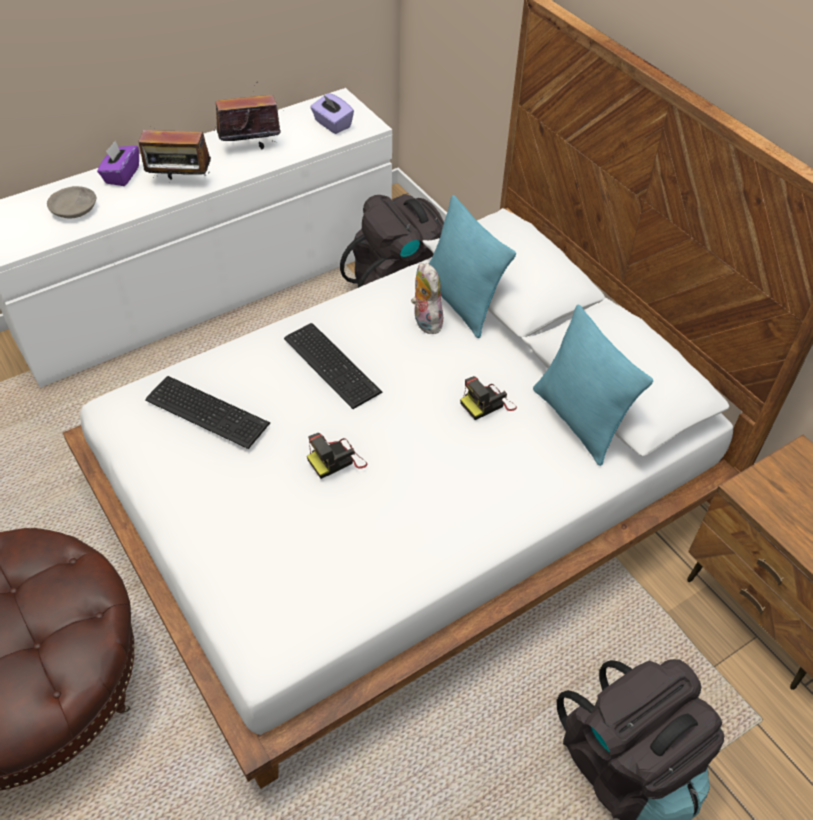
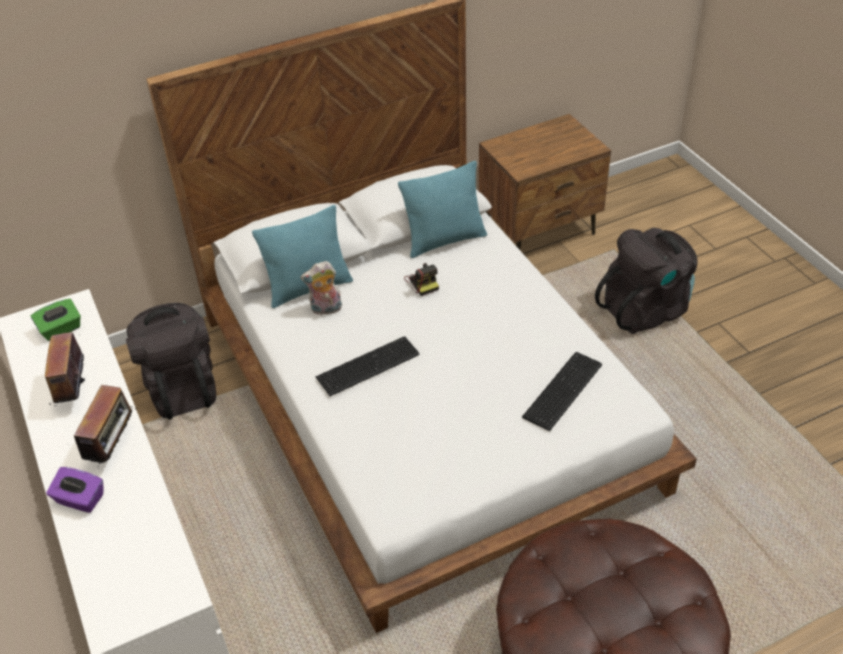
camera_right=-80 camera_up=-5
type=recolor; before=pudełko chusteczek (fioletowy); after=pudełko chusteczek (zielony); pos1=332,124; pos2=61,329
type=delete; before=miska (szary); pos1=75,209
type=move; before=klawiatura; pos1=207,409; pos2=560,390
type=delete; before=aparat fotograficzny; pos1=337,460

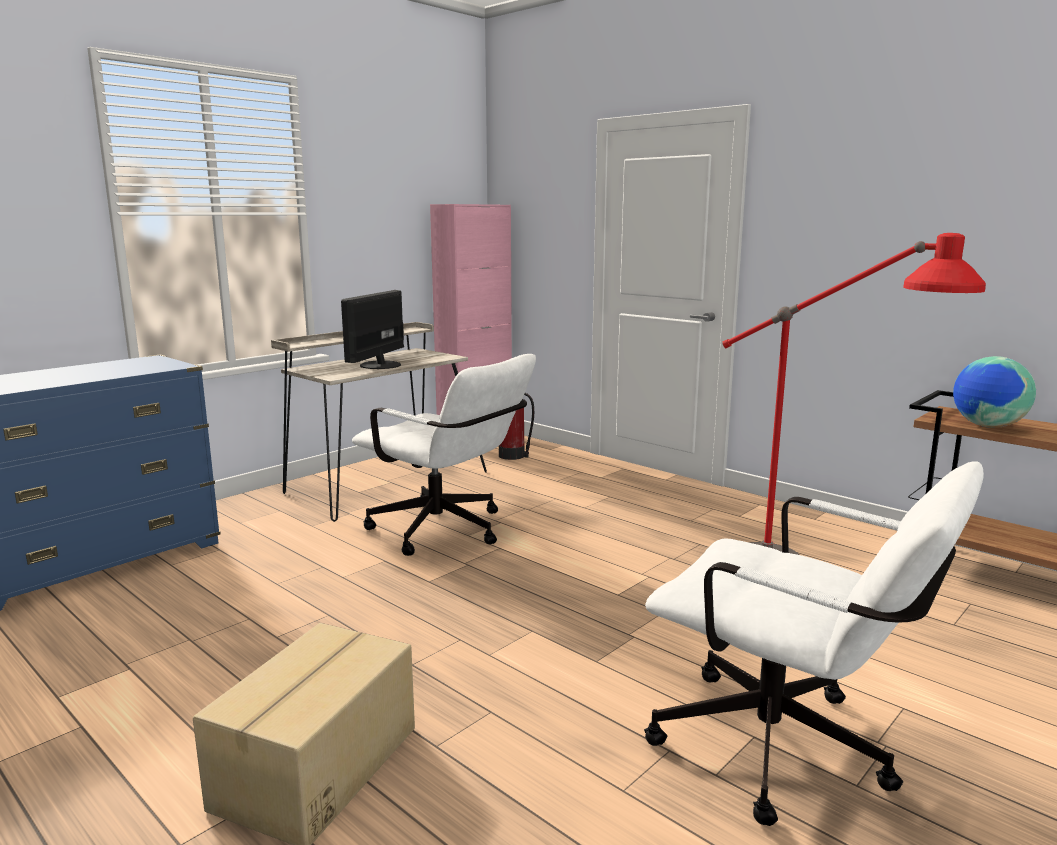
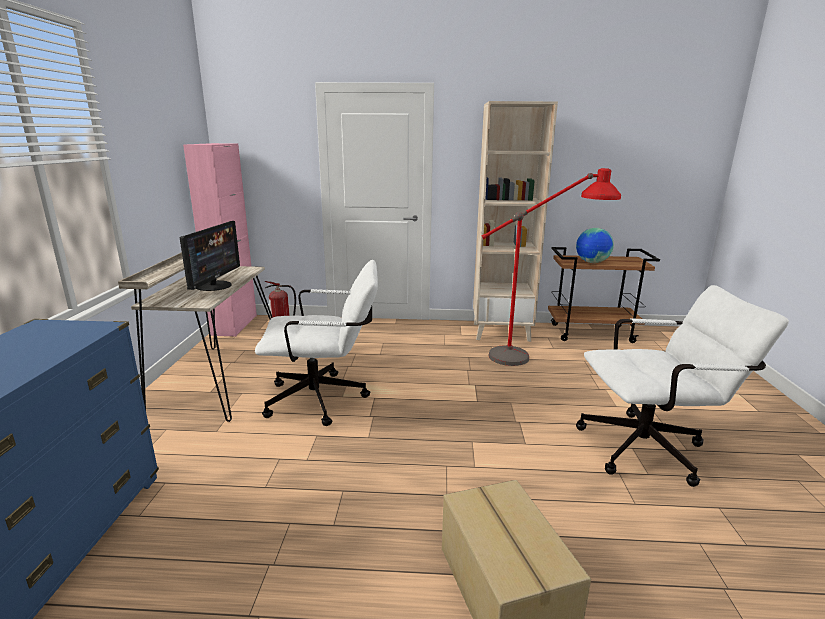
camera_right=-40 camera_up=5
type=rotate; before=monitor; pos1=379,365; pos2=214,285; turn=-150
type=insert; after=regał (beżowy); pos2=501,332

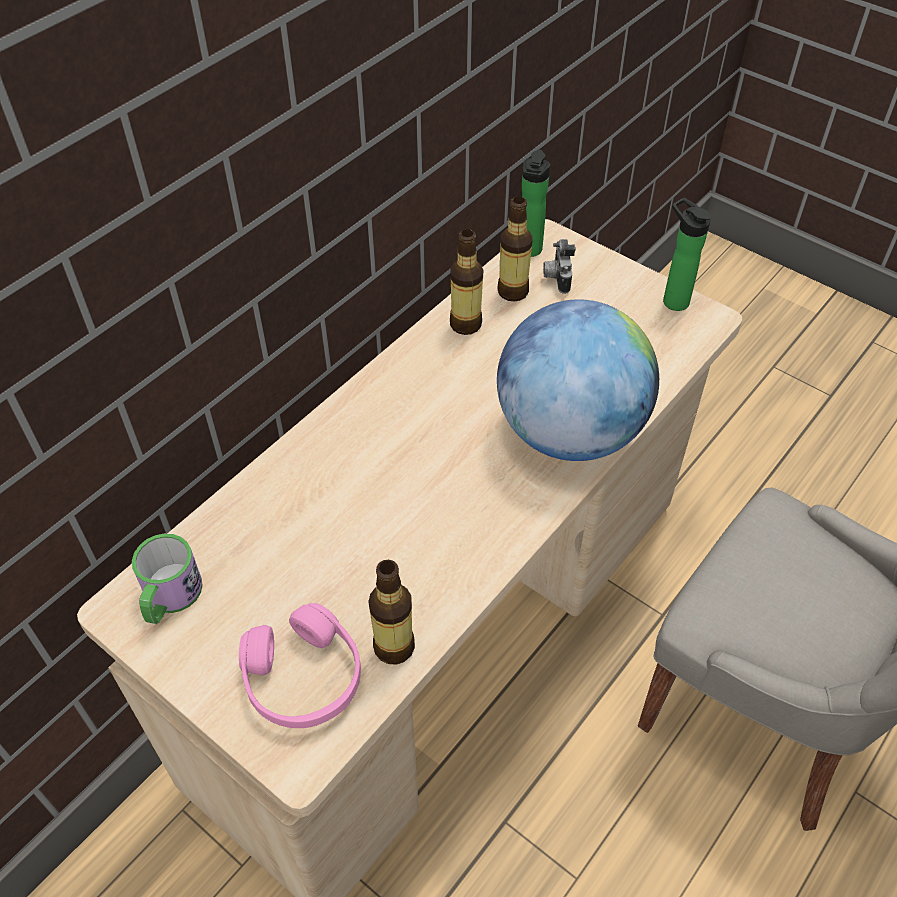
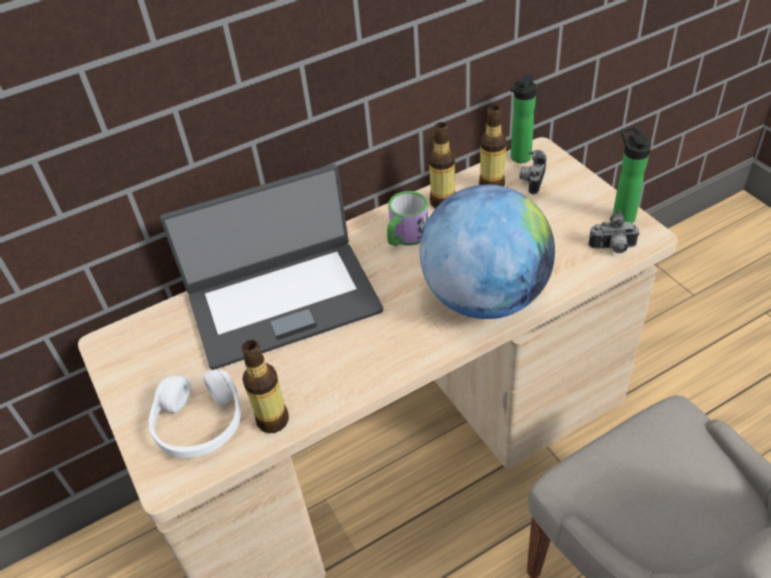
camera_right=25 camera_up=-5
type=move; before=kubek; pos1=169,598; pos2=405,237
type=recolor; before=słuchawki (różowy); after=słuchawki (biały); pos1=303,677; pos2=199,423
type=insert; after=laptop; pos2=283,302
type=insert; after=aparat fotograficzny; pos2=612,248

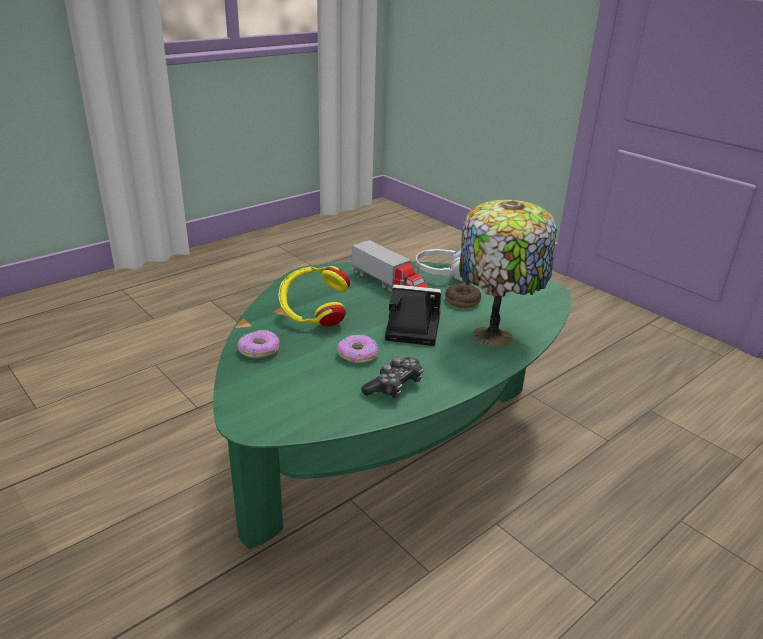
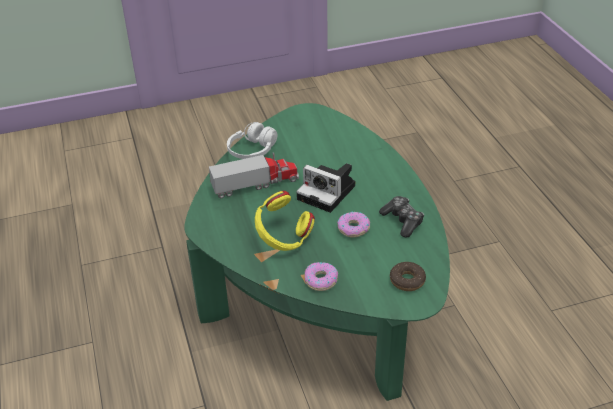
camera_right=-65 camera_up=10
type=delete; before=lampa stołowa; pos1=496,335
type=rotate; before=aparat fotograficzny; pos1=410,328; pos2=328,193; turn=-90
type=move; before=donut; pos1=462,301; pos2=407,280

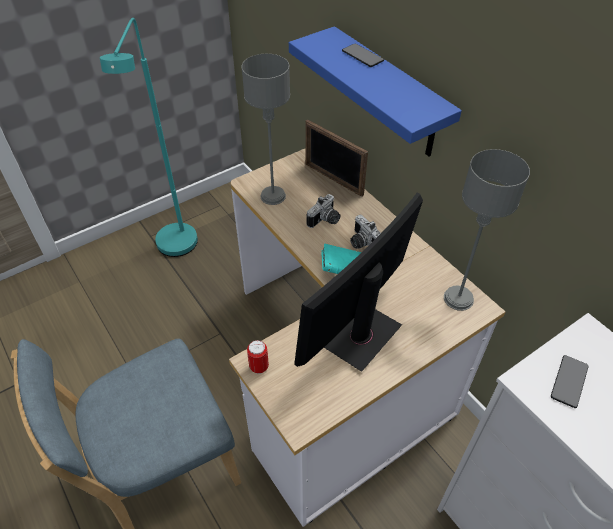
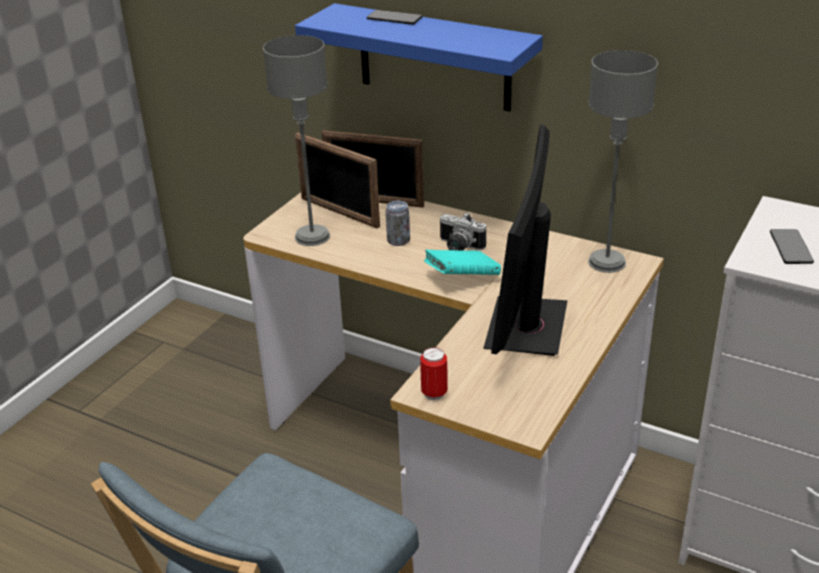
camera_right=-25 camera_up=-15
type=delete; before=lampa stojąca (turkusowy); pos1=176,250
type=replace; before=aparat fotograficzny; after=puszka; pos1=325,221; pos2=398,240
type=insert; after=ramka na zdjęcie; pos2=339,212

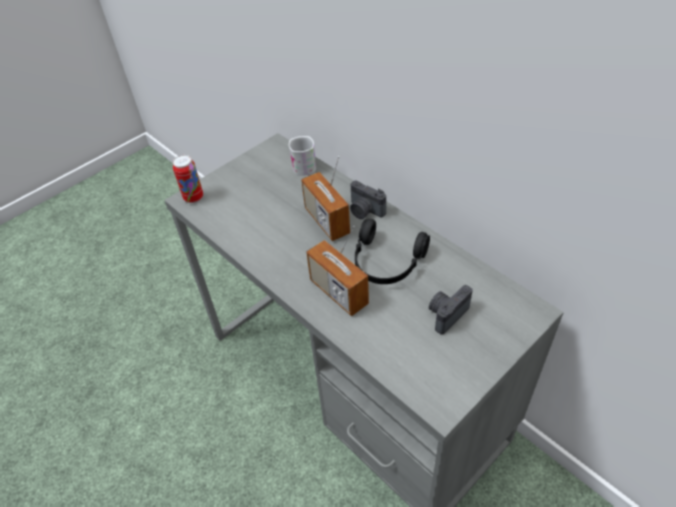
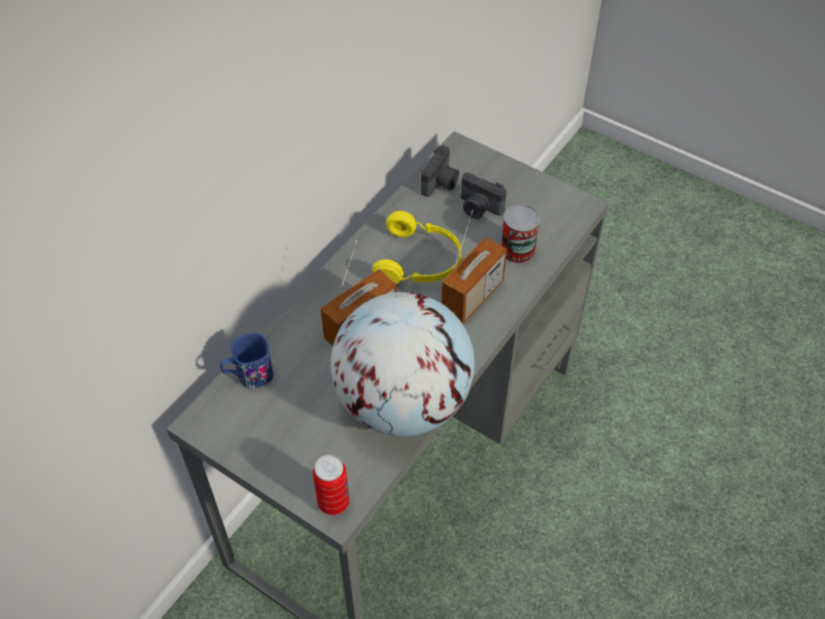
camera_right=-105 camera_up=5
type=recolor; before=kubek (biały); after=kubek (niebieski); pos1=303,165; pos2=249,376
type=move; before=aparat fotograficzny; pos1=364,211; pos2=441,183
type=recolor; before=słuchawki (czarny); after=słuchawki (żółty); pos1=386,263; pos2=419,262
type=insert; after=puszka; pos2=517,250
type=insert; after=globus; pos2=402,402

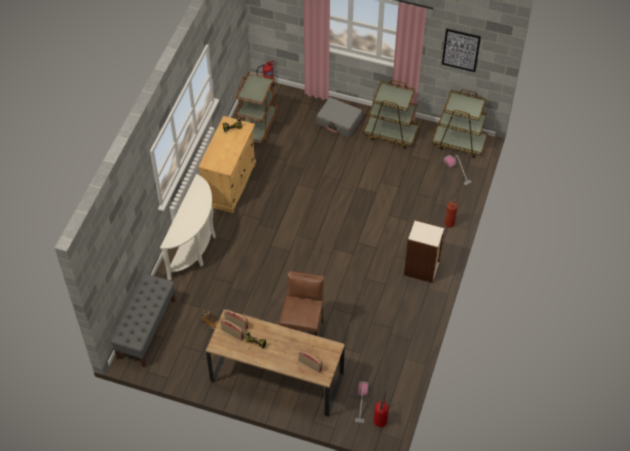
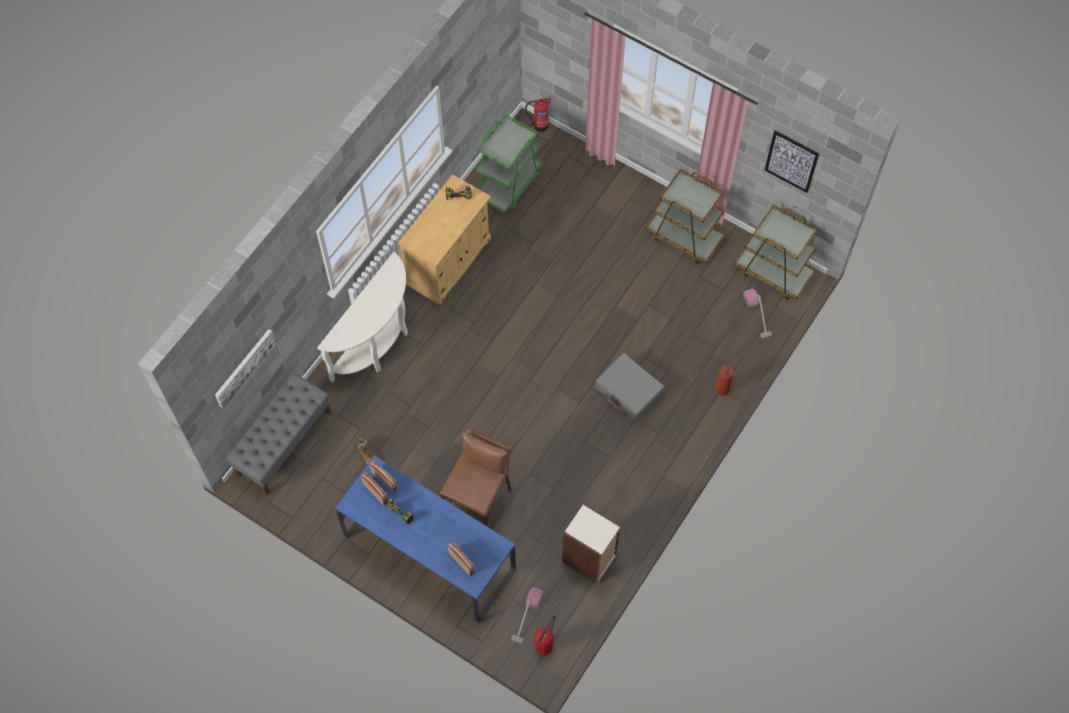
camera_right=15 camera_up=10
type=recolor; before=wózek (brązowy); after=wózek (zielony); pos1=257,126; pos2=509,184
type=move; before=walizka (szary); pos1=339,121; pos2=629,391
type=move; before=regał; pos1=422,269; pos2=589,558
type=recolor; before=biurko (brązowy); after=biurko (niebieski); pos1=277,378; pos2=429,553
type=insert; after=obraz; pos2=244,367

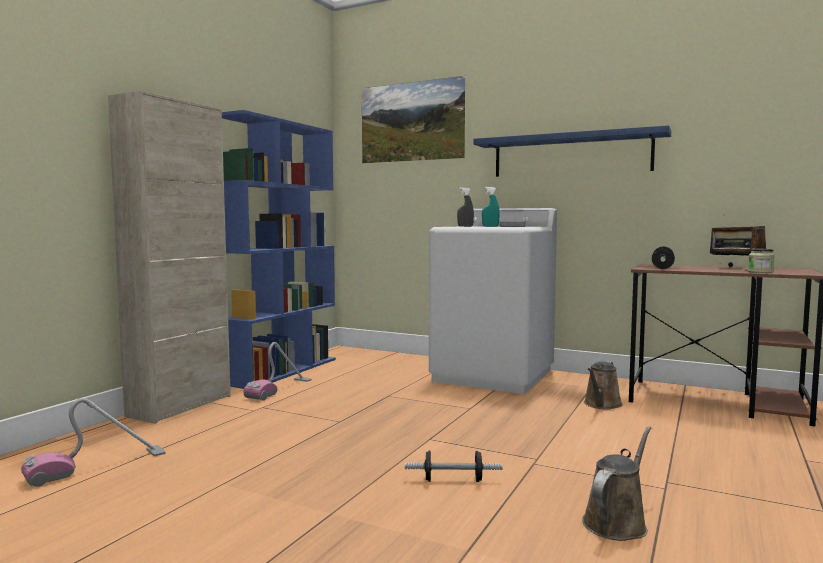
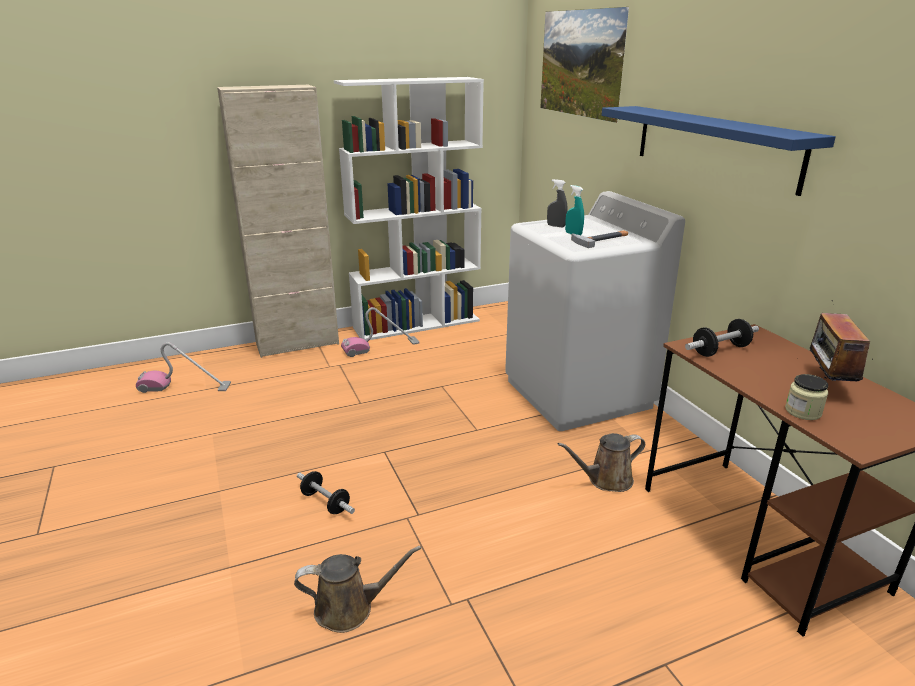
camera_right=40 camera_up=20
type=recolor; before=regał (niebieski); after=regał (biały); pos1=282,371; pos2=417,324

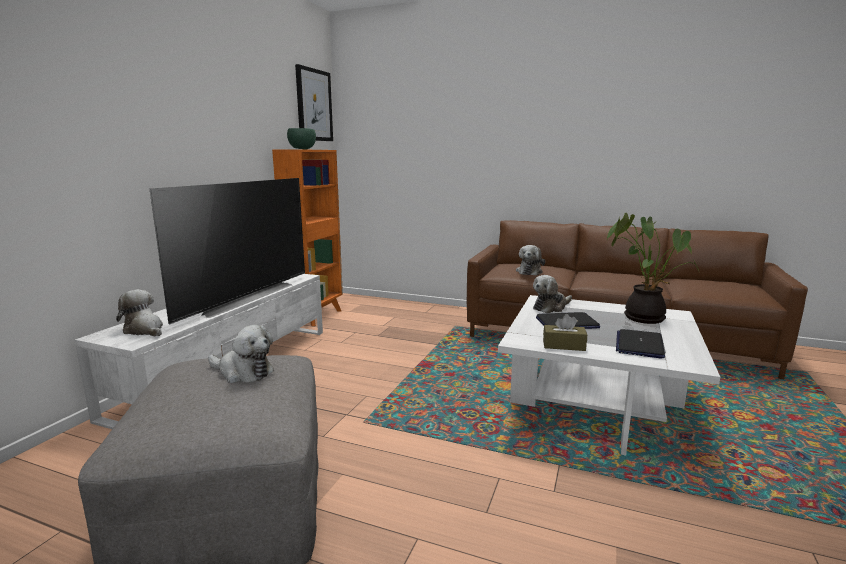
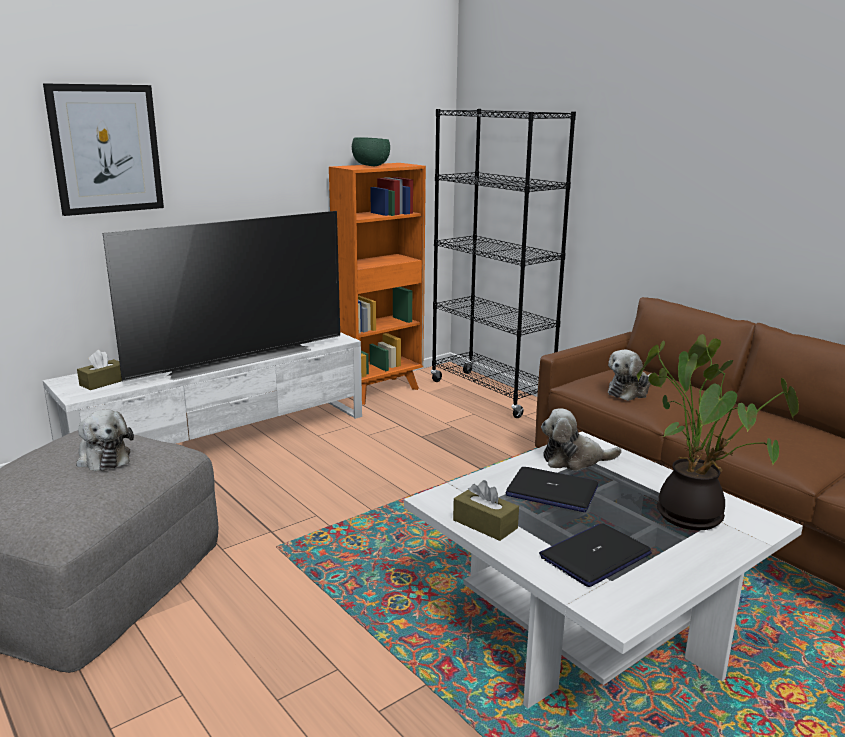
camera_right=30 camera_up=5
type=move; before=obraz; pos1=314,105; pos2=106,149
type=replace; before=pluszak; after=pudełko chusteczek (brązowy); pos1=144,330; pos2=103,382
type=insert; after=regał (czarny); pos2=491,394

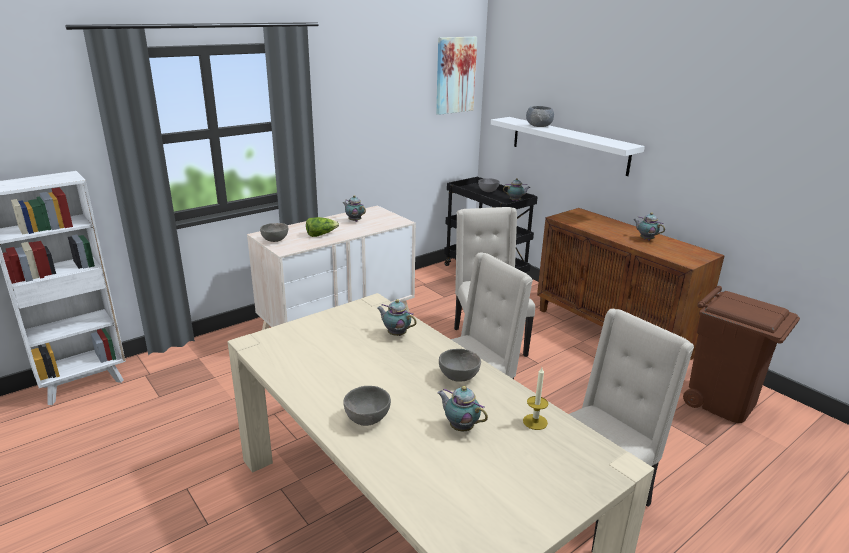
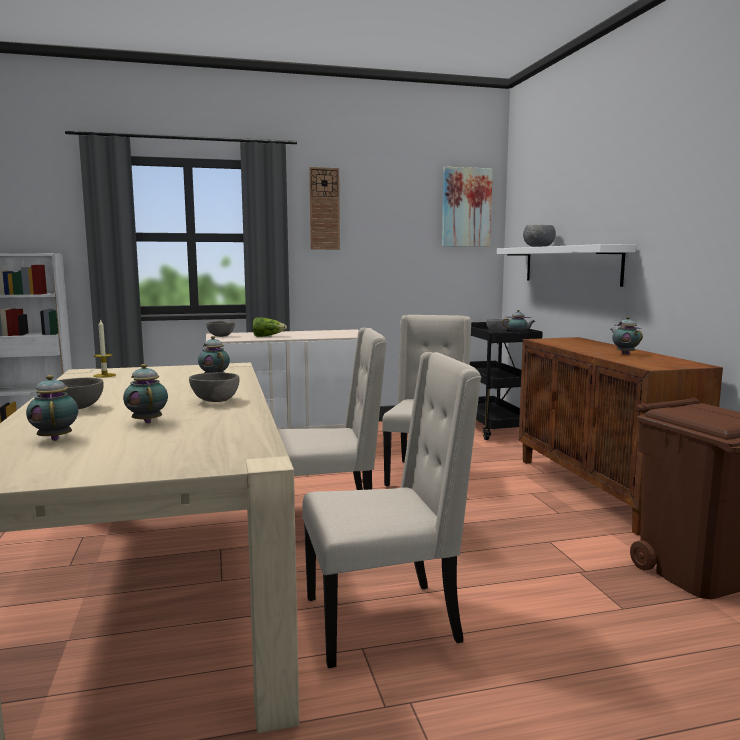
camera_right=25 camera_up=-15
type=move; before=imbryk; pos1=354,220; pos2=55,438
type=move; before=świeca; pos1=535,422; pos2=104,375
type=insert; after=zegar ścienny; pos2=324,209

